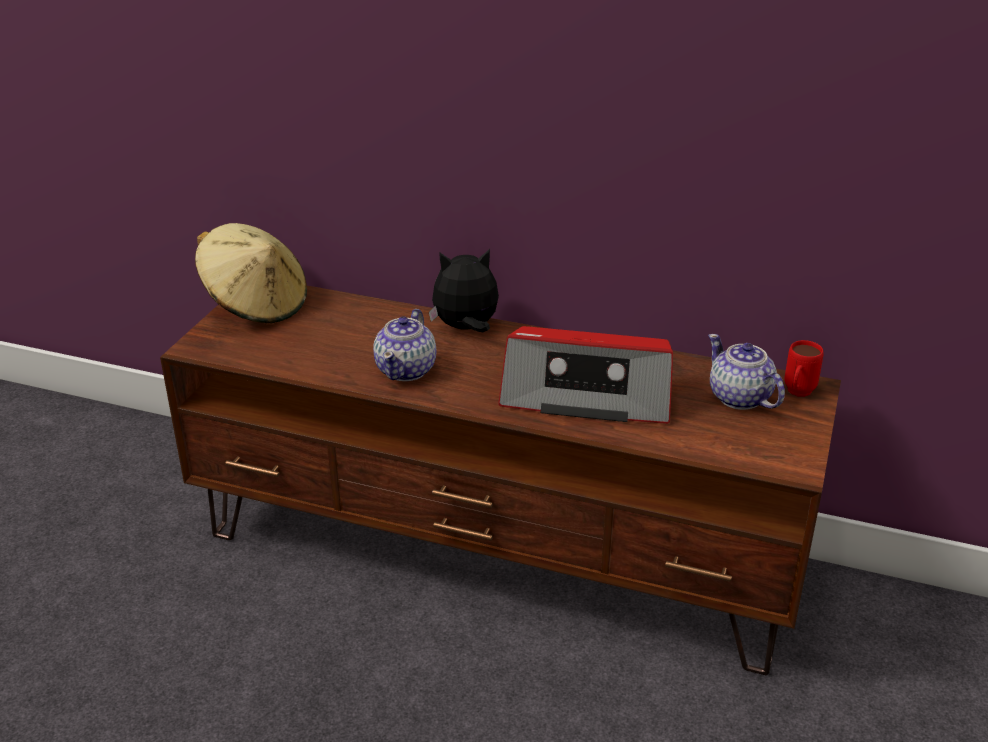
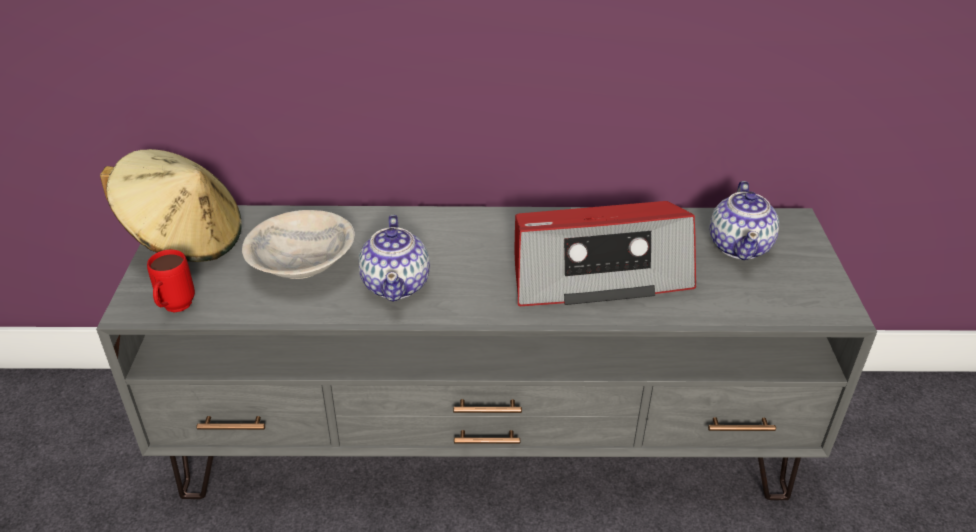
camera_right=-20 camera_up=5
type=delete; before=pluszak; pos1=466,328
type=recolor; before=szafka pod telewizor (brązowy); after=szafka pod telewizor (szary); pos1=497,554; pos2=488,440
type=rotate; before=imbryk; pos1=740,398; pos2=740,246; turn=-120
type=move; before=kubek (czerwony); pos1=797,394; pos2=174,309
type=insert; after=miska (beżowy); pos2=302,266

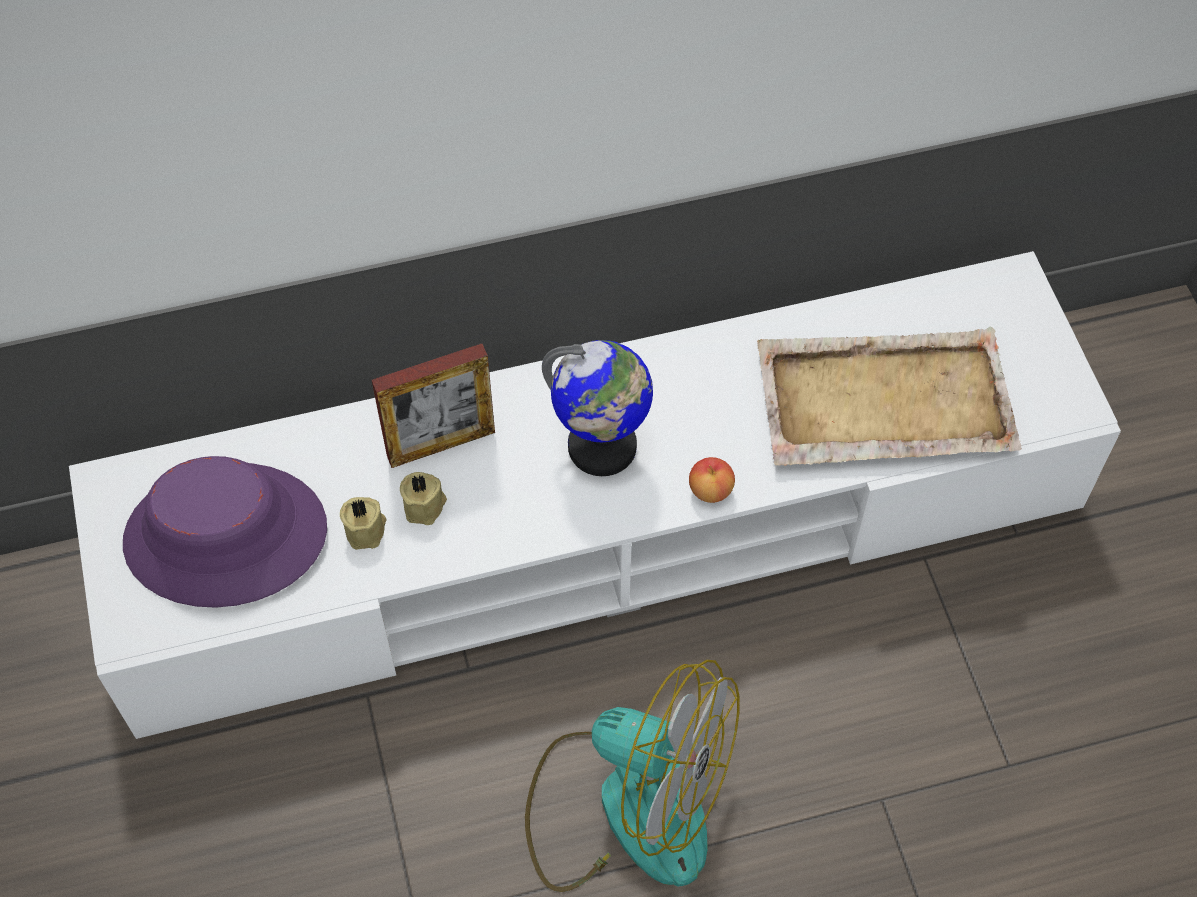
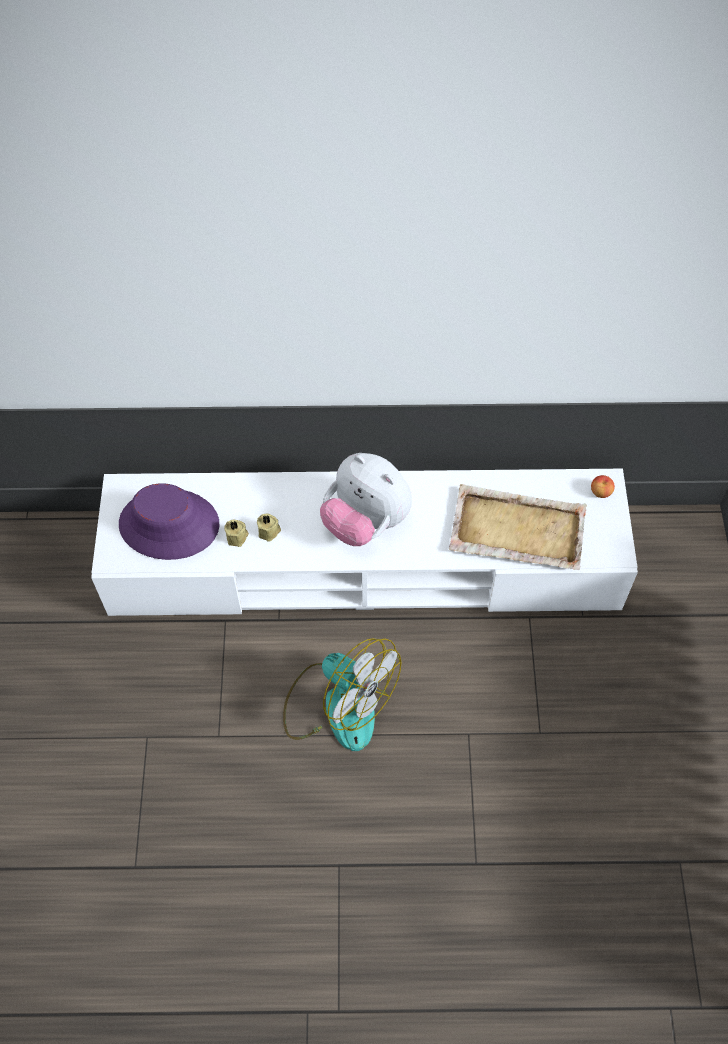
camera_right=15 camera_up=0
type=replace; before=globus; after=pluszak; pos1=602,447; pos2=365,522
type=delete; before=ramka na zdjęcie; pos1=441,444
type=move; before=jabłko; pos1=710,490; pos2=600,492

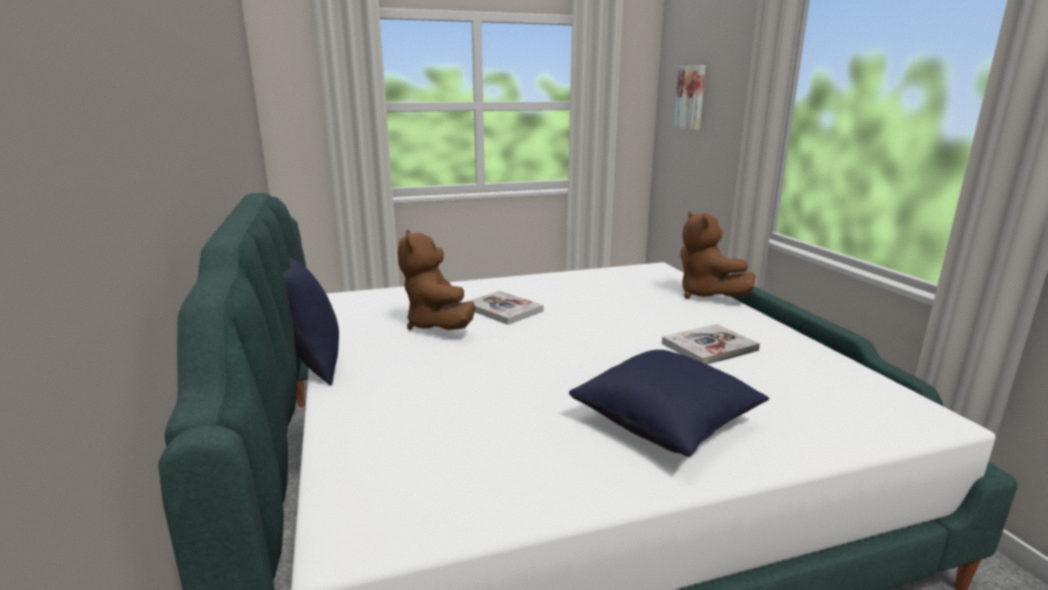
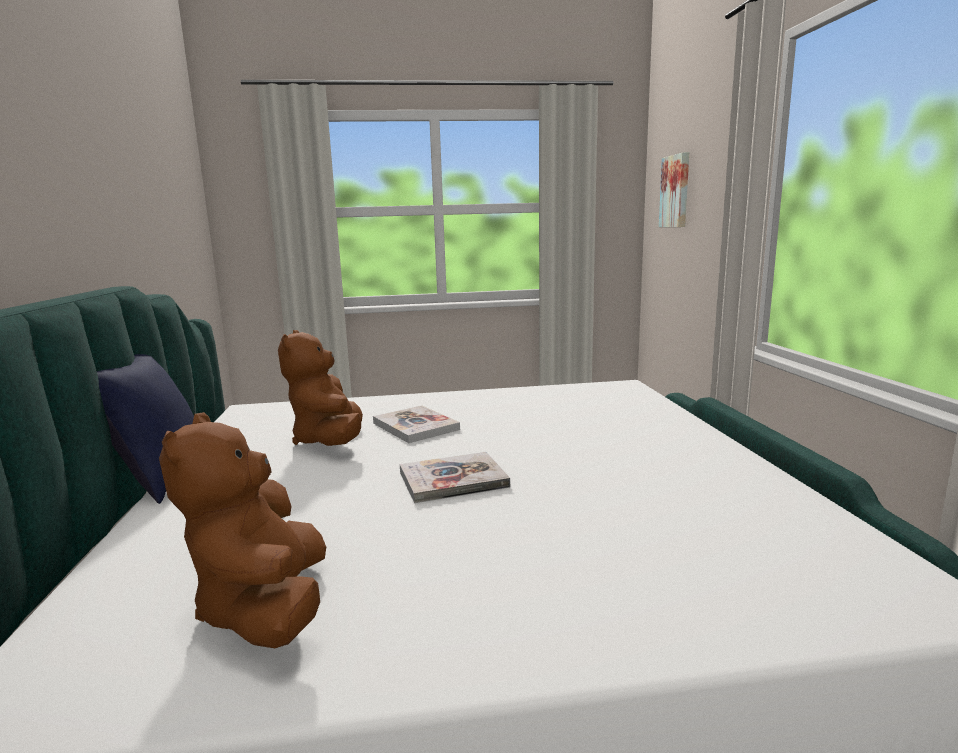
camera_right=10 camera_up=-5
type=move; before=pluszak (brązowy); pos1=706,295; pos2=266,608
type=move; before=książka; pos1=709,347; pos2=453,480
type=delete; before=poduszka (niebieski); pos1=666,423

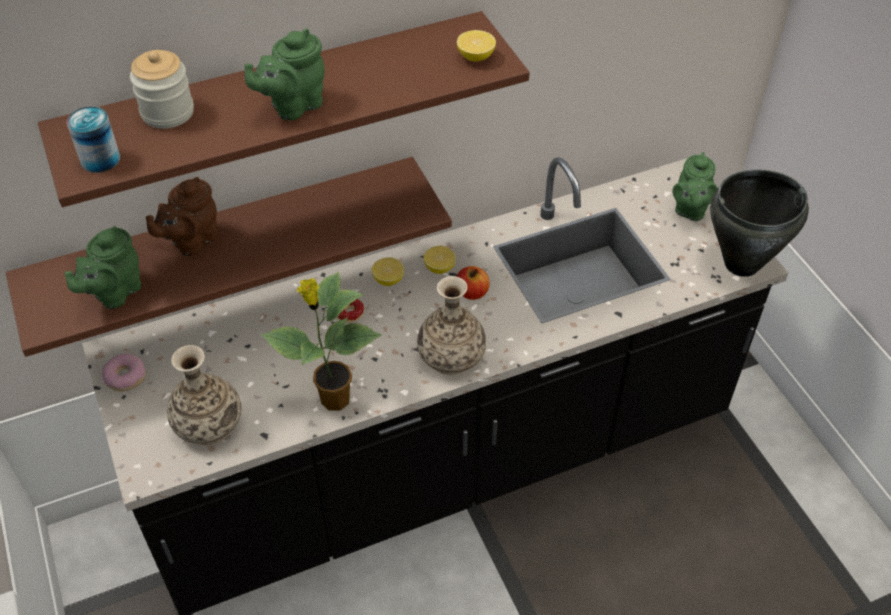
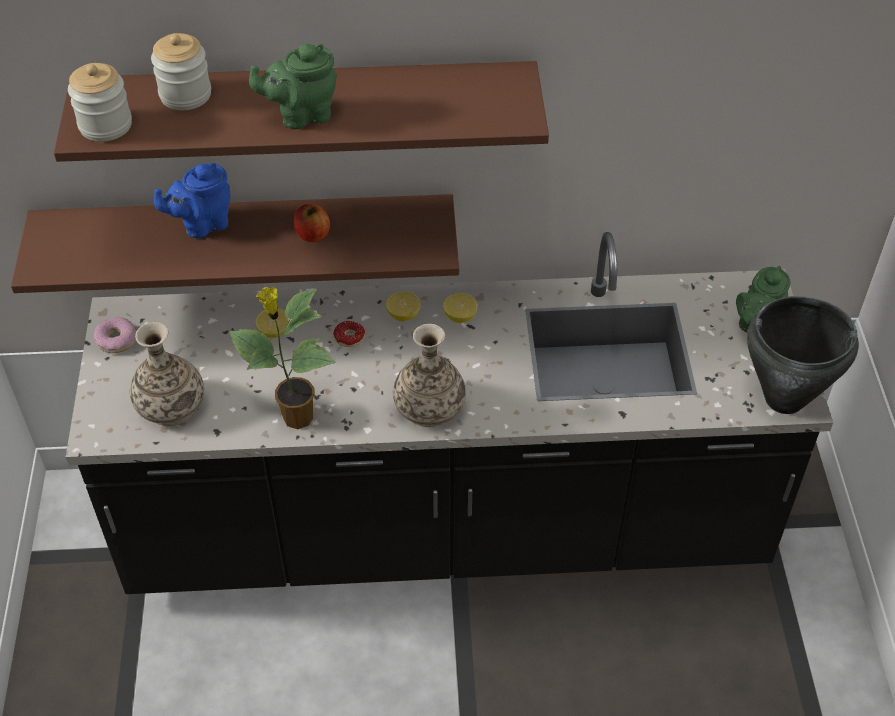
camera_right=20 camera_up=0
type=move; before=cytryna; pos1=475,57; pos2=274,331
type=replace; before=puszka; after=słoik; pos1=100,159; pos2=105,125
type=recolor; before=imbryk (brązowy); after=imbryk (niebieski); pos1=191,241; pos2=202,224
type=delete; before=imbryk (zielony); pos1=114,293
type=move; before=jabłko; pos1=472,292; pos2=312,235

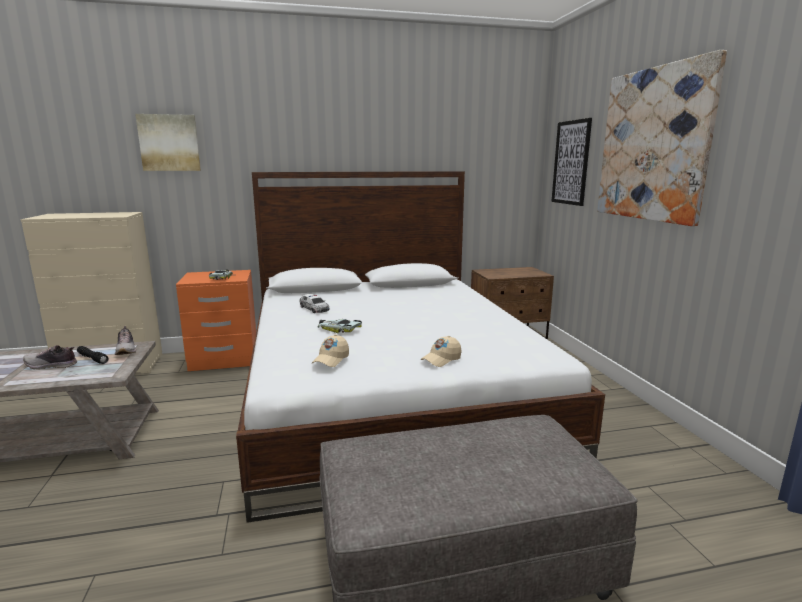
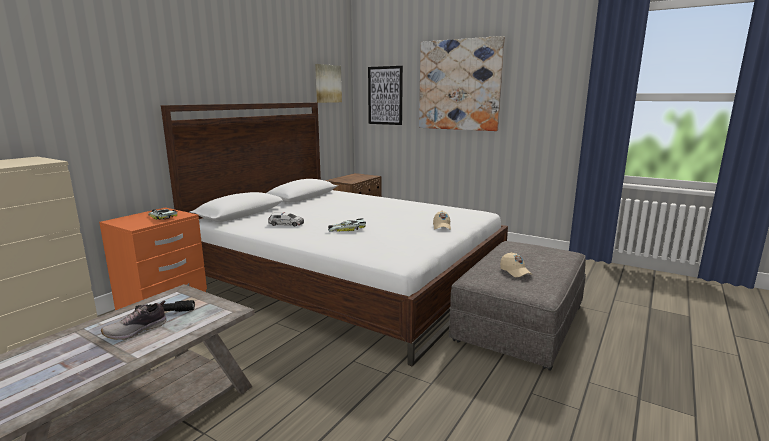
camera_right=-45 camera_up=0
type=move; before=obraz; pos1=169,143; pos2=327,83
type=delete; before=but; pos1=126,350
type=move; before=czapka z daszkiem (beżowy); pos1=331,360; pos2=515,272

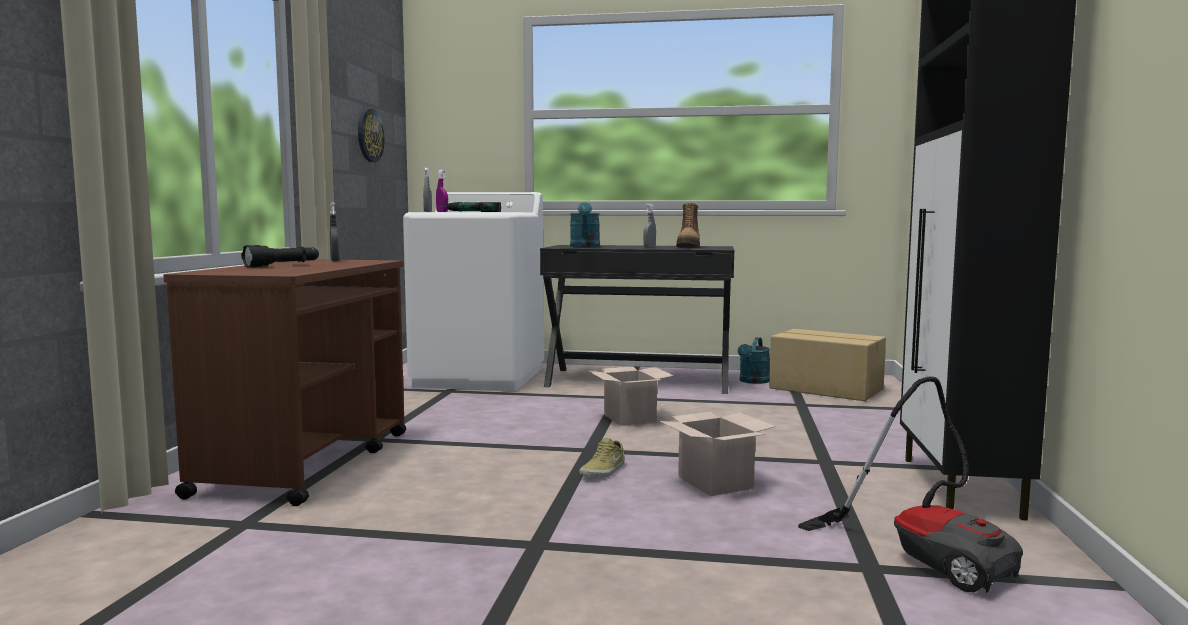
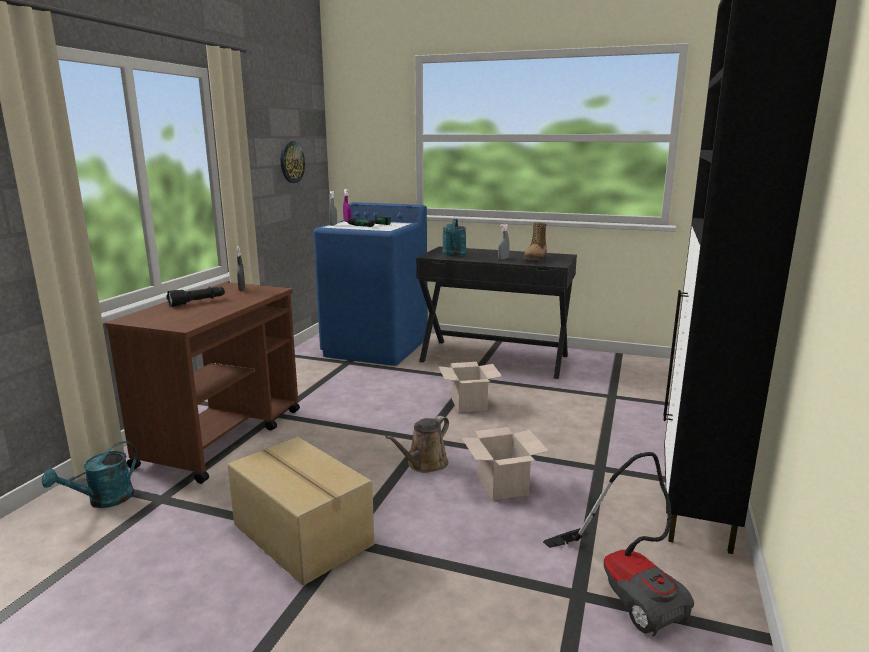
camera_right=10 camera_up=10
type=recolor; before=pralka (biały); after=pralka (niebieski); pos1=480,378; pos2=376,348
type=move; before=karton; pos1=826,389; pos2=301,535
type=move; before=konewka (turkusowy); pos1=753,381; pos2=103,501
type=replace; before=but (beżowy); after=konewka (brązowy); pos1=604,471; pos2=424,464

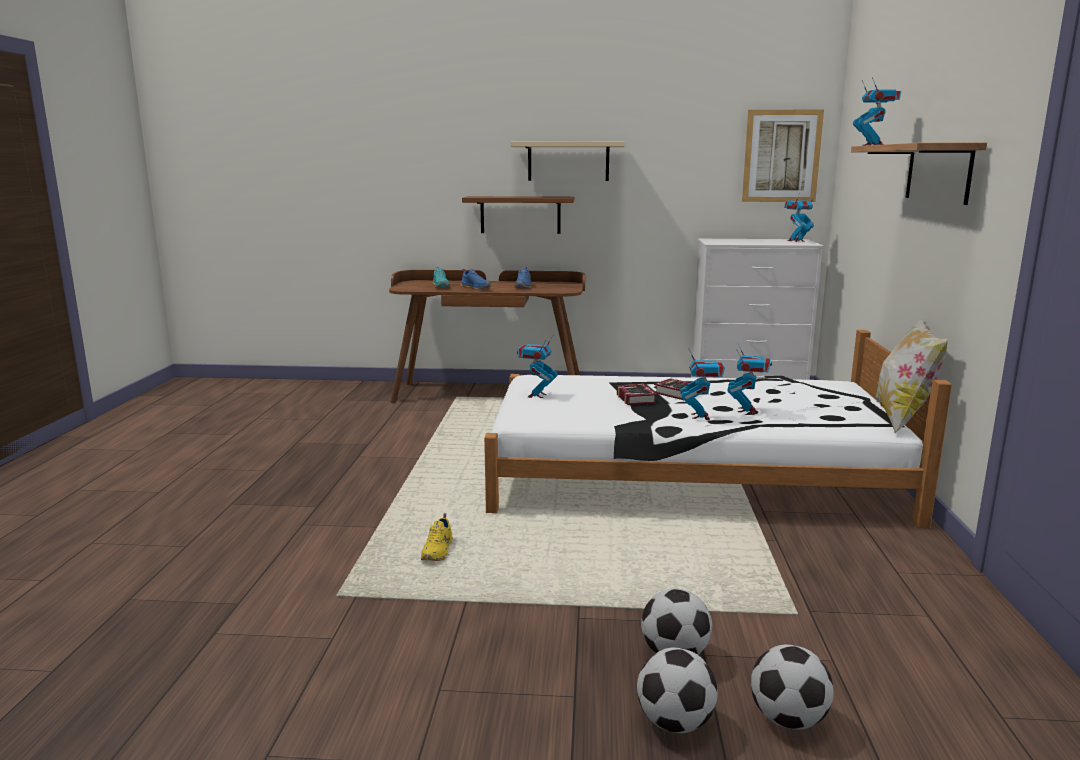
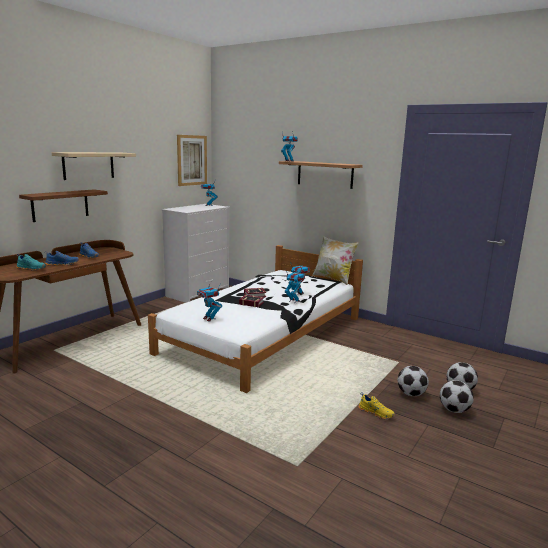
camera_right=-60 camera_up=0
type=move; before=but (żółty); pos1=438,551; pos2=376,413

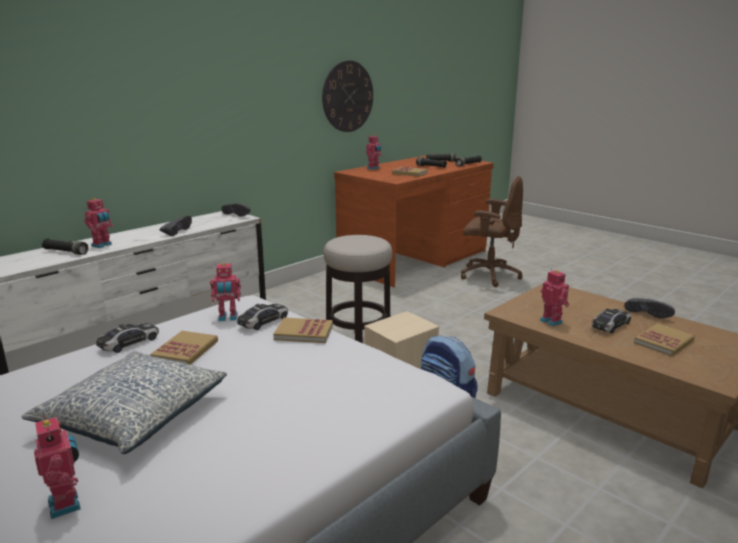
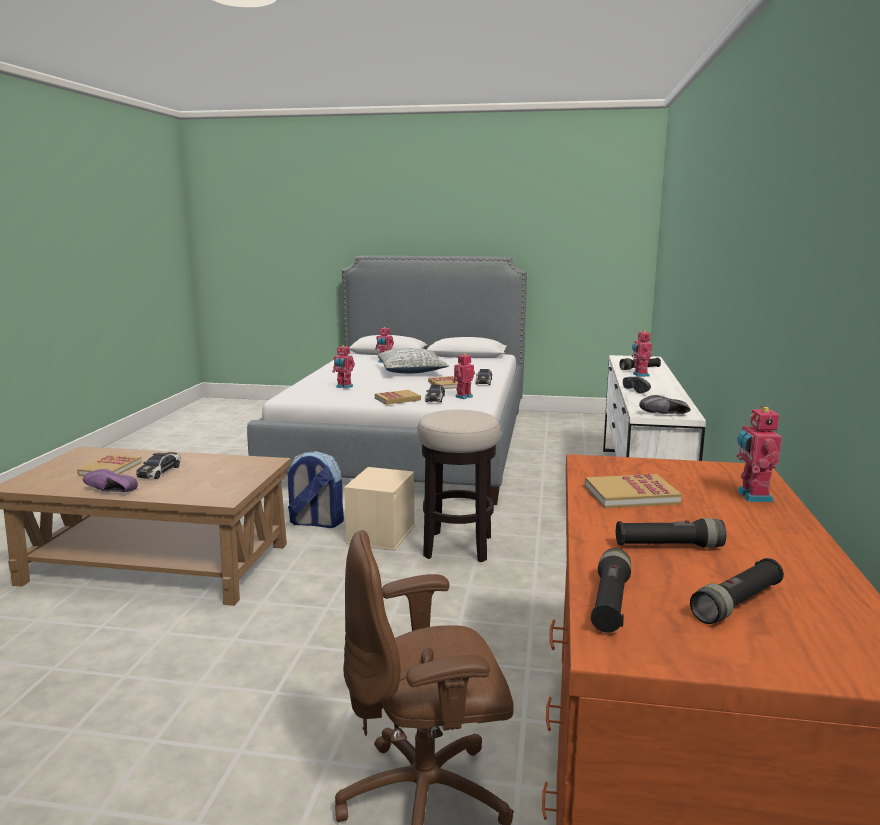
camera_right=145 camera_up=-5
type=delete; before=zegar ścienny; pos1=347,96
type=move; before=robot zabawkowy; pos1=552,321; pos2=344,387
type=recolor; before=but (czarny); after=but (fioletowy); pos1=648,313; pos2=109,492

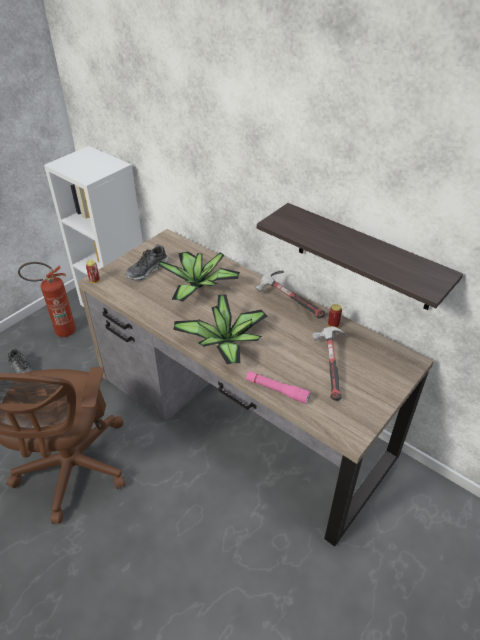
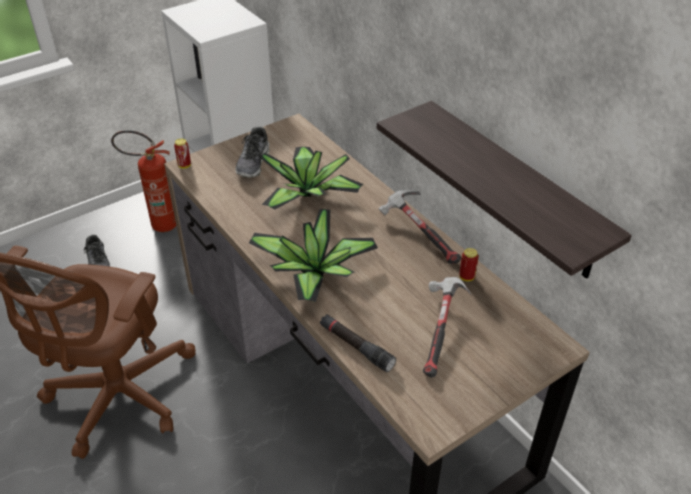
camera_right=15 camera_up=0
type=rotate; before=but; pos1=147,270; pos2=253,163; turn=-45
type=recolor; before=latarka (różowy); after=latarka (czarny); pos1=276,390; pos2=356,347

